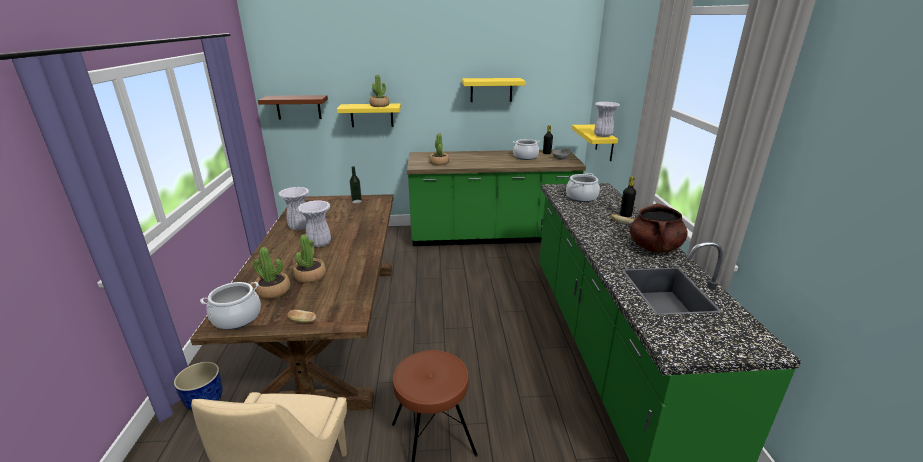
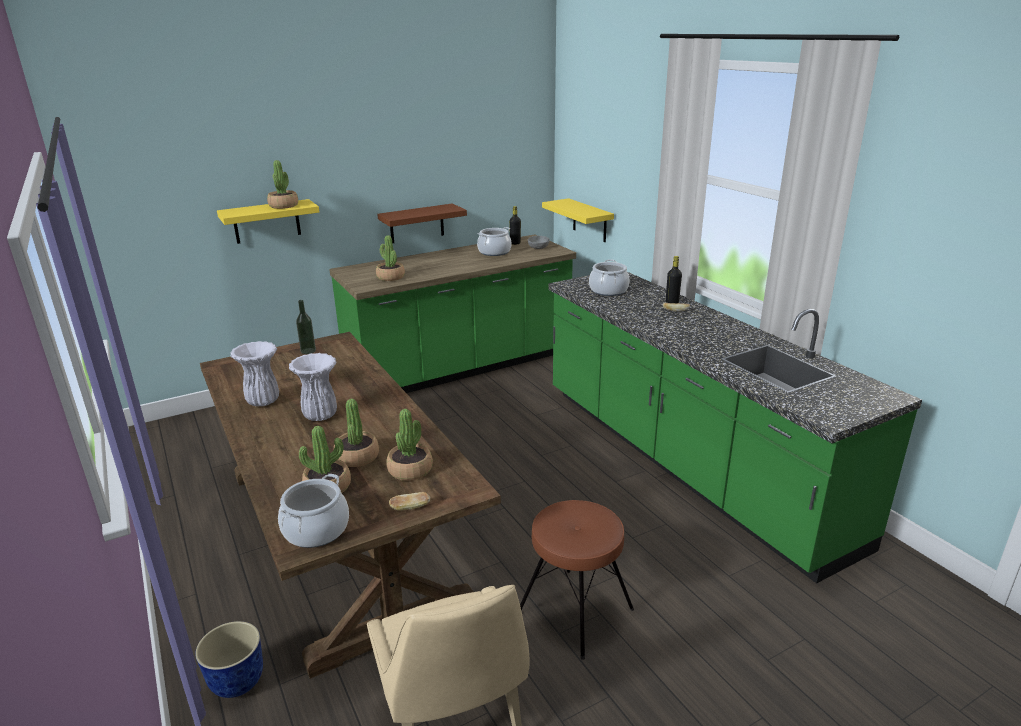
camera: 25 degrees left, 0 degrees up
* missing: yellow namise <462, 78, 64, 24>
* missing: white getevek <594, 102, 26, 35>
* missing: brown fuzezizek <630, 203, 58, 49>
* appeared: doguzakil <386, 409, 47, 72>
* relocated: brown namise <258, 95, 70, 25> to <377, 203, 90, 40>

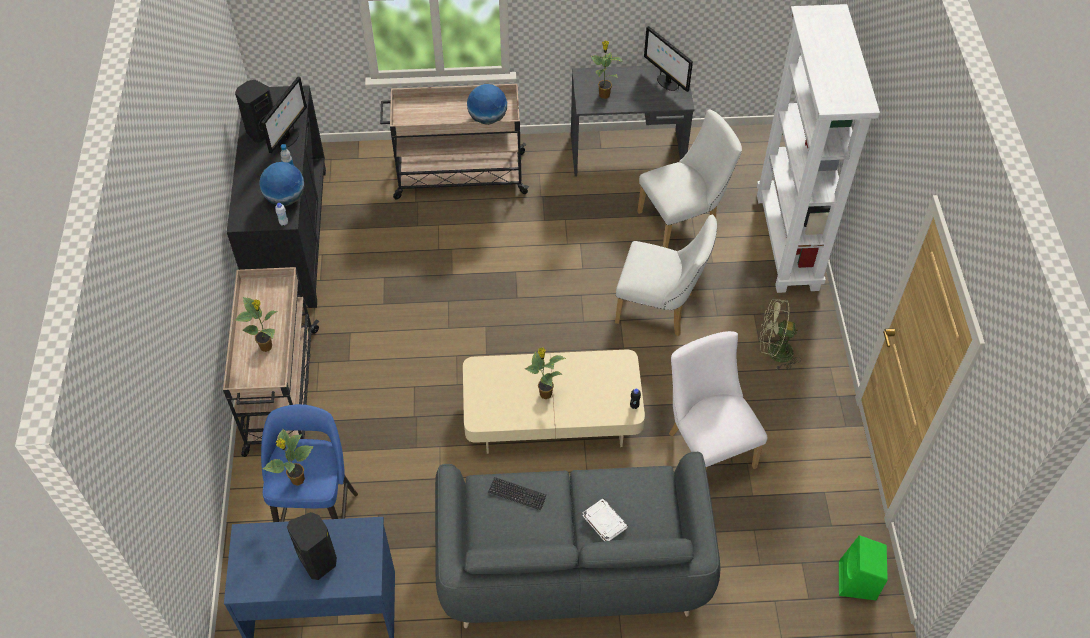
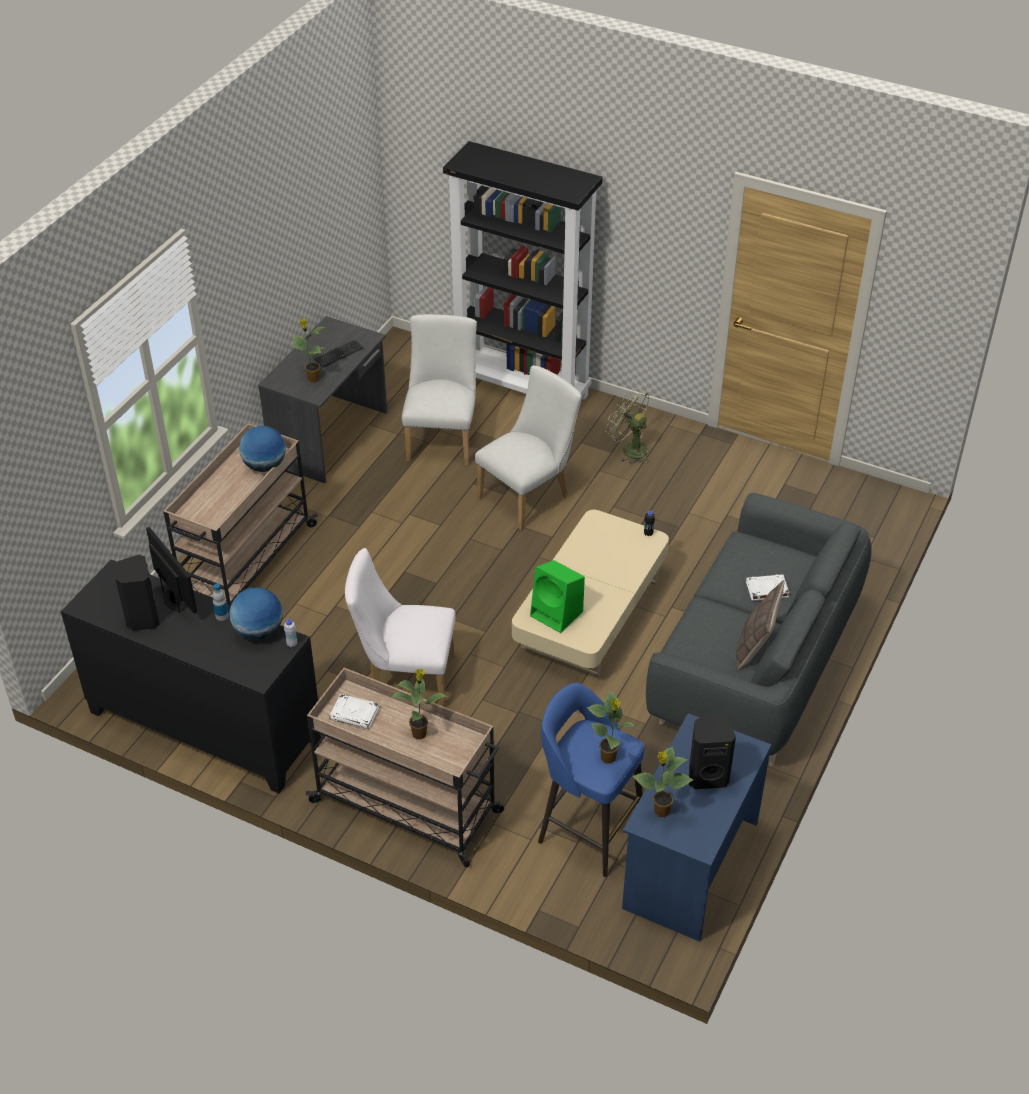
camera: 60 degrees left, 10 degrees down
* missing: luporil <644, 26, 49, 66>
* appeared: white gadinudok <329, 694, 50, 35>
* appeared: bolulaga <736, 580, 49, 91>
* relocated: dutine <488, 477, 59, 33> to <314, 340, 50, 28>
* relocated: doguzakil <525, 347, 41, 52> to <633, 747, 61, 70>
* relocated: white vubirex <669, 331, 99, 139> to <345, 548, 111, 159>
* relocated: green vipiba <839, 535, 49, 65> to <530, 560, 55, 73>
* colour: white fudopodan <757, 4, 123, 289> to black fudopodan <443, 141, 160, 259>
* spun: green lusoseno <759, 299, 42, 71> = <605, 388, 44, 77> 90 degrees clockwise

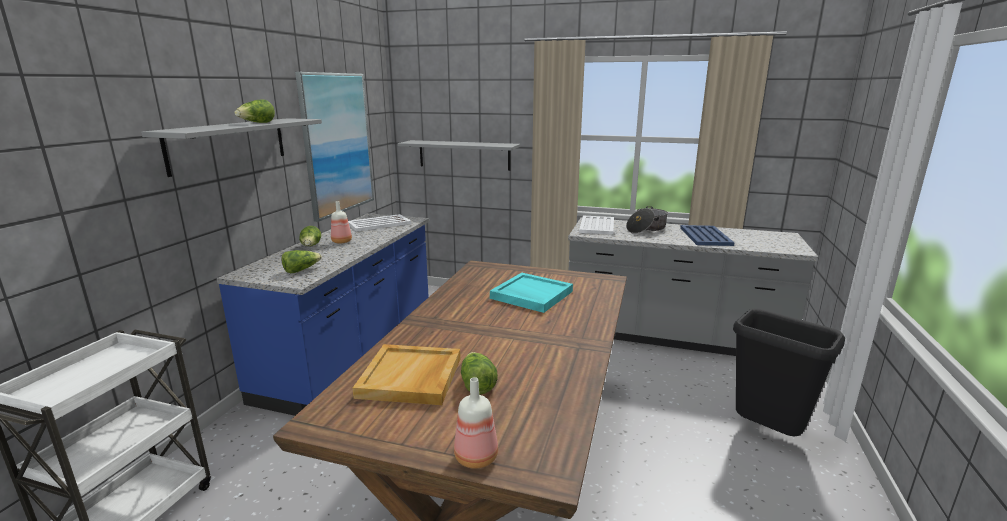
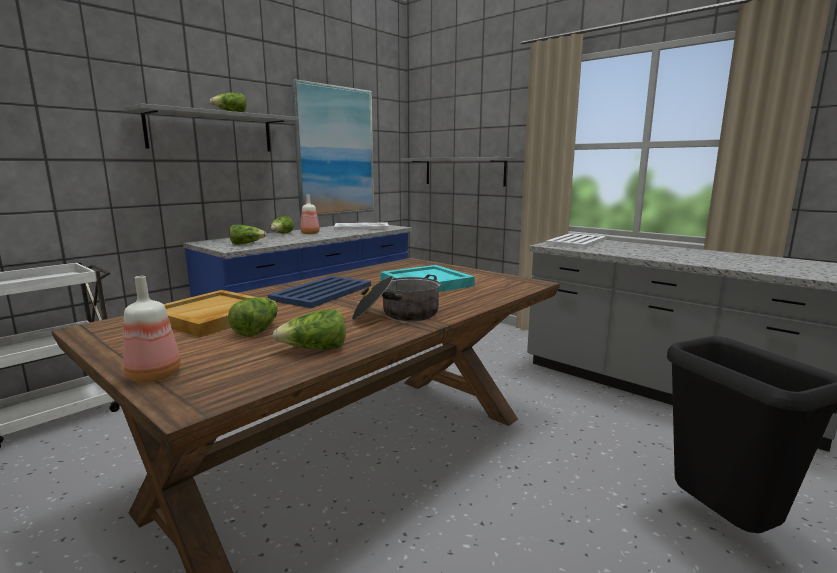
camera: 25 degrees right, 5 degrees down
* appeared: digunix <273, 309, 73, 40>
* relocated: fuzezizek <626, 206, 42, 27> to <352, 274, 89, 47>
* relocated: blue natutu <680, 225, 55, 21> to <268, 276, 103, 32>

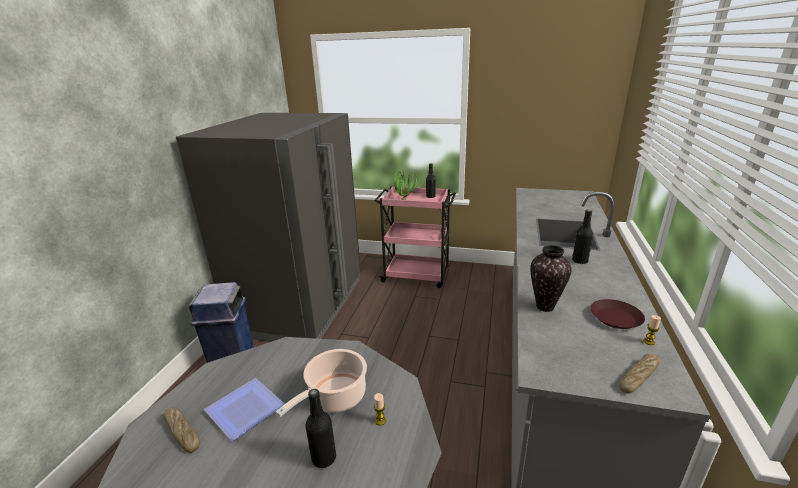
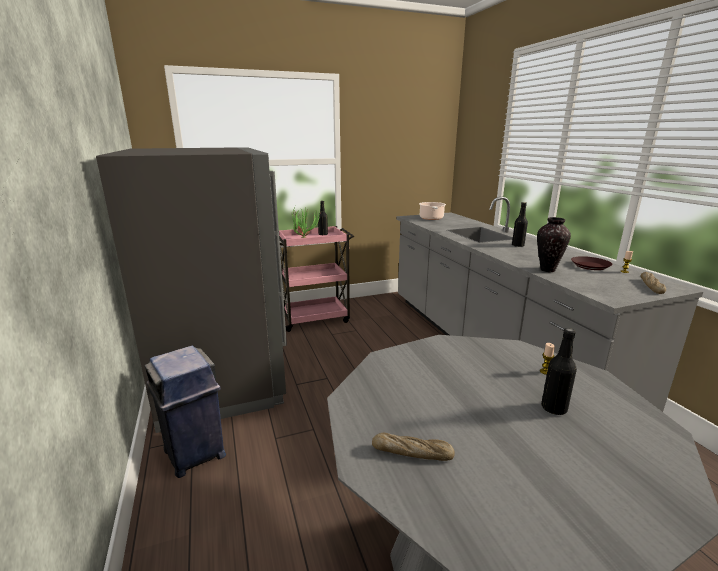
camera: 35 degrees left, 5 degrees down
* missing: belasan <204, 378, 81, 63>
* relocated: fuzezizek <276, 349, 91, 68> to <419, 202, 27, 18>

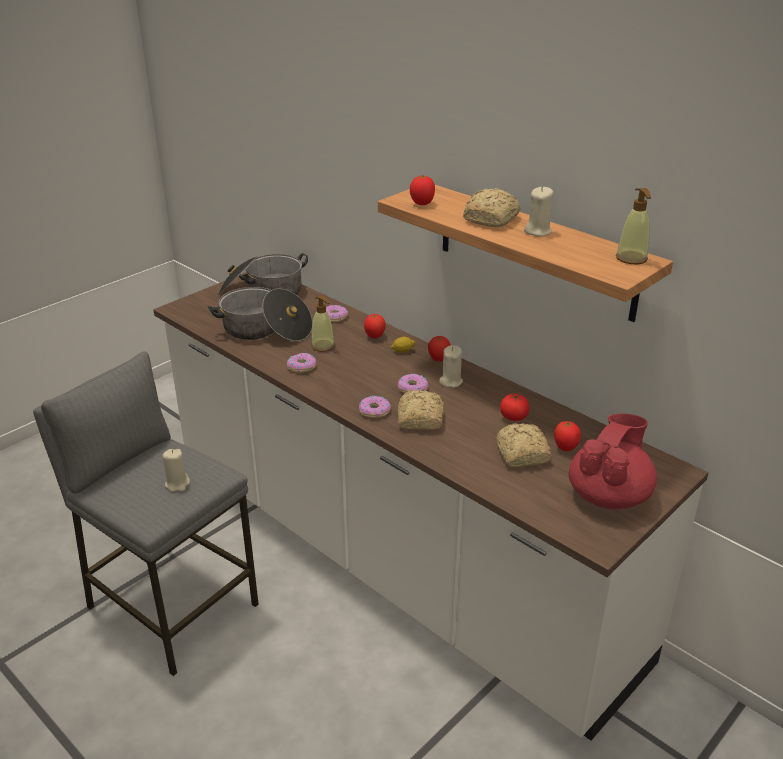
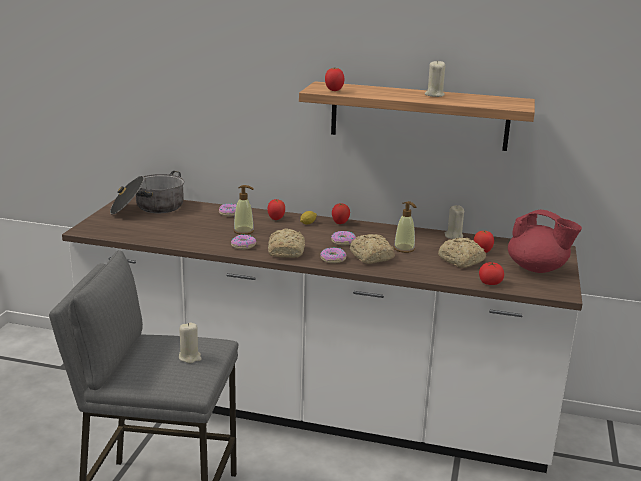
camera: 30 degrees left, 10 degrees down
* missing: fuzezizek <208, 287, 105, 54>
* relocated: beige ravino <439, 345, 24, 43> to <445, 205, 19, 34>
* relocated: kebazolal <463, 188, 57, 40> to <268, 228, 37, 30>
* relocated: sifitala <500, 394, 29, 27> to <479, 262, 25, 23>
* relocated: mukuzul <616, 188, 35, 76> to <394, 201, 22, 52>
* spun: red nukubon <569, 413, 88, 96> = <508, 210, 74, 63> 120 degrees clockwise

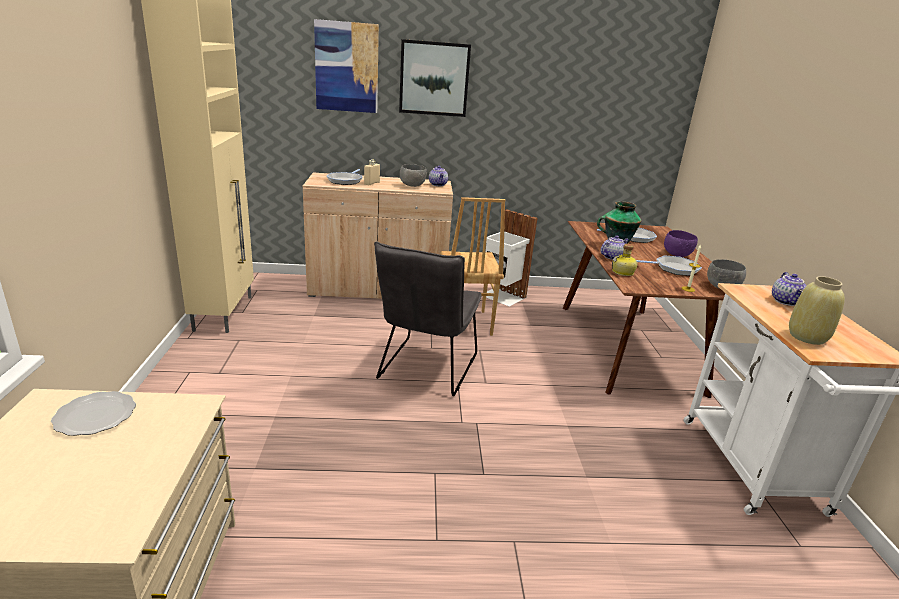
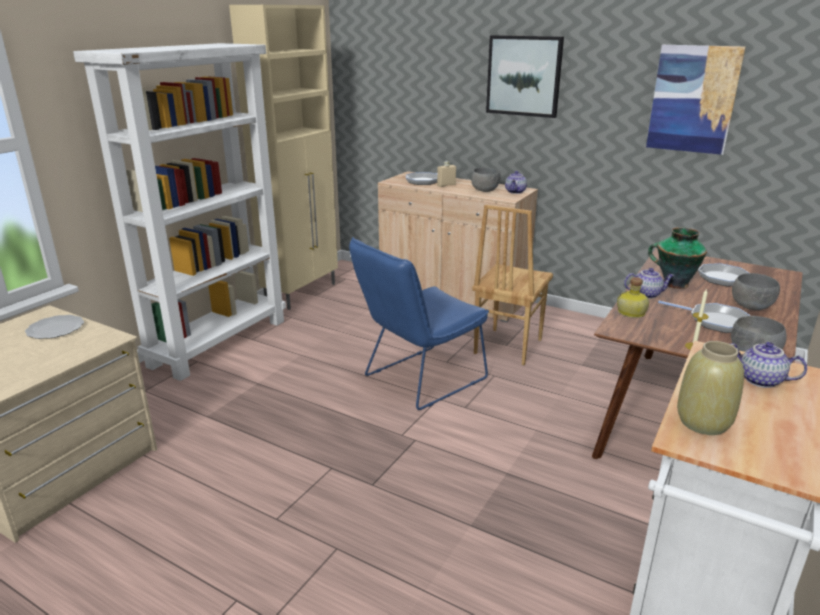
camera: 35 degrees right, 0 degrees up
* missing: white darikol <486, 209, 52, 98>
* appeared: white fudopodan <73, 43, 213, 338>
* relocated: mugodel <314, 19, 65, 94> to <646, 45, 100, 110>
* colour: grey vubirex <374, 241, 108, 155> to blue vubirex <349, 238, 140, 172>
* colour: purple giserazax <664, 230, 34, 27> to grey giserazax <732, 273, 48, 37>
* spun: nukubon <772, 272, 34, 34> = <731, 342, 76, 46> 75 degrees clockwise

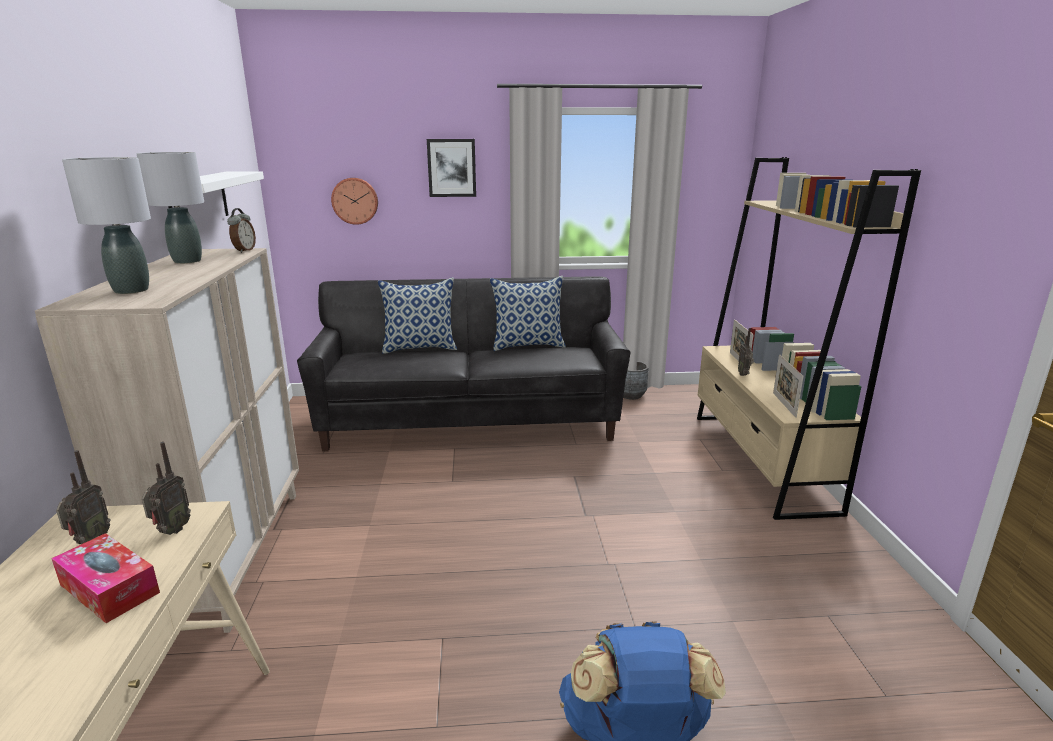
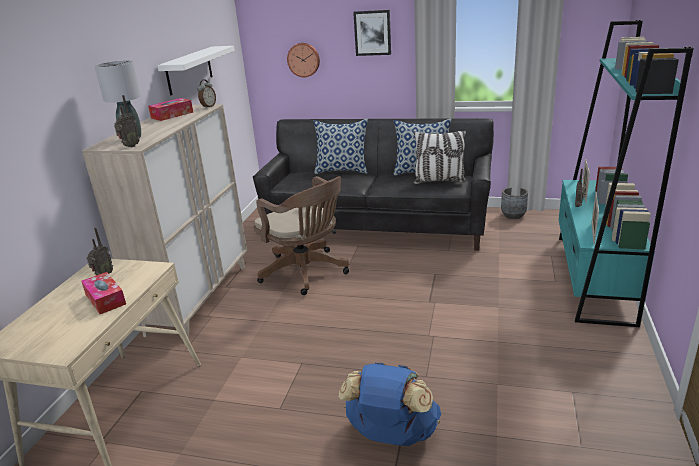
camera: 20 degrees right, 5 degrees up
* appeared: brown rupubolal <253, 176, 96, 119>
* appeared: bolulaga <413, 130, 53, 54>
* relocated: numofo <142, 442, 49, 93> to <114, 95, 26, 52>
* exchanged: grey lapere <136, 152, 68, 112> to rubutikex <148, 98, 45, 23>
* colour: beige fudopodan <697, 157, 224, 363> to turquoise fudopodan <559, 20, 135, 307>

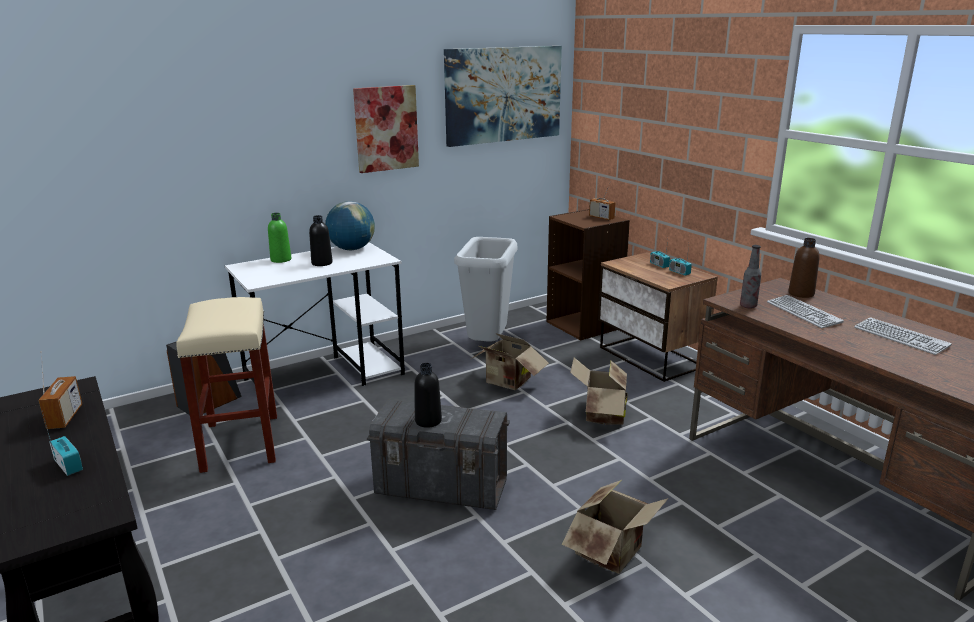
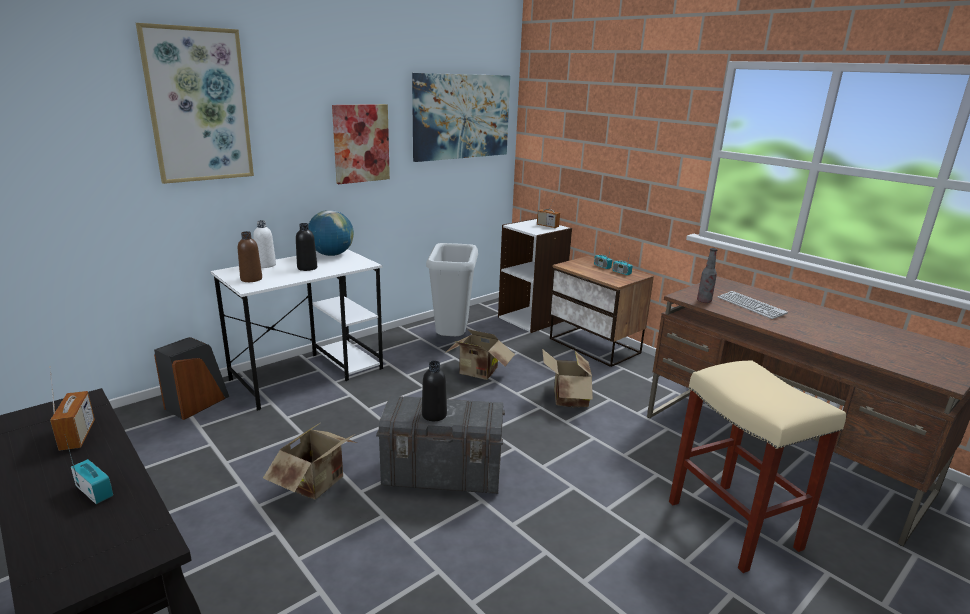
camera: 10 degrees left, 0 degrees up
* missing: dutine <854, 317, 98, 38>
* appeared: mugodel <136, 23, 118, 161>
* relocated: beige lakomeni <177, 297, 100, 176> to <669, 361, 177, 212>
* relocated: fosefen <562, 480, 107, 94> to <263, 421, 94, 79>
* relocated: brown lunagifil <788, 238, 32, 60> to <238, 231, 24, 51>
* colour: green lunagifil <268, 213, 24, 50> to white lunagifil <253, 220, 23, 48>
* colour: brown fudopodan <546, 209, 84, 132> to white fudopodan <498, 219, 74, 114>

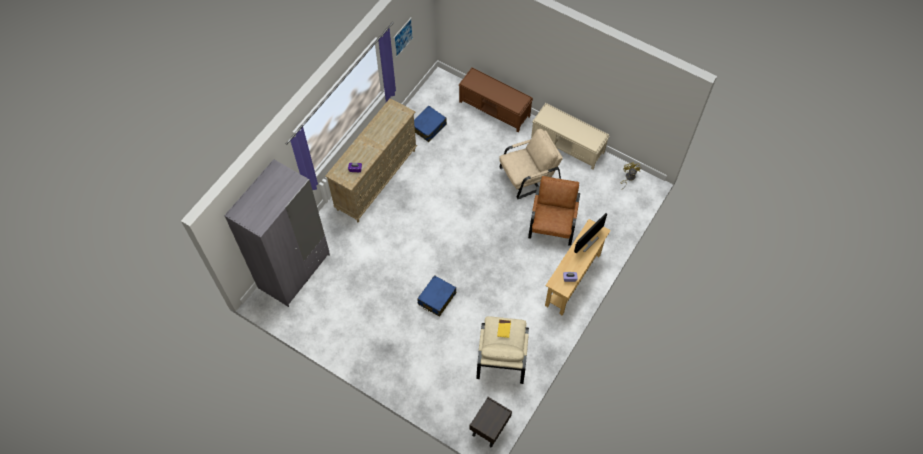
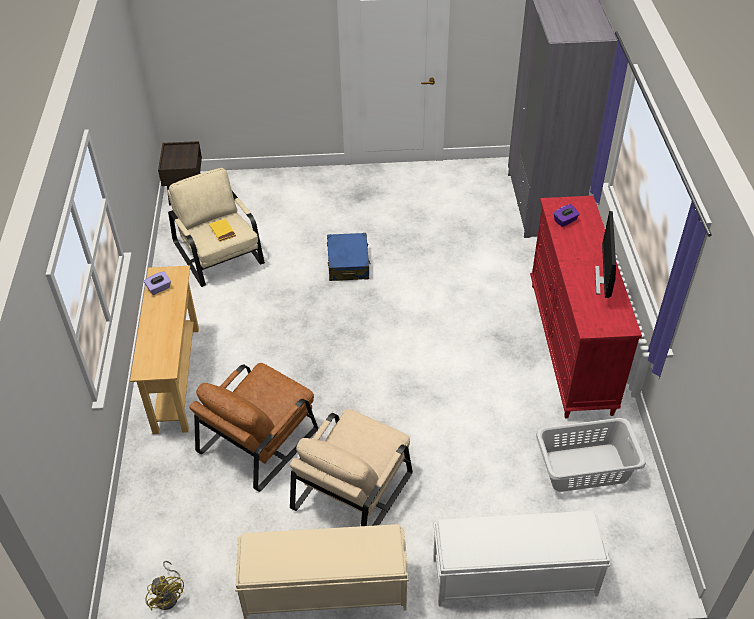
camera: 145 degrees right, 15 degrees down
* missing: mugodel <393, 17, 20, 41>
* relocated: luporil <574, 213, 33, 40> to <595, 211, 21, 87>
* exchanged: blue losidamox <414, 106, 33, 36> to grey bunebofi <536, 418, 110, 74>
* colour: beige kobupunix <325, 98, 92, 124> to red kobupunix <530, 196, 112, 223>
* colour: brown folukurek <458, 67, 75, 65> to white folukurek <433, 511, 178, 95>
* spun: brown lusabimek <528, 176, 52, 70> = <190, 363, 128, 129> 60 degrees clockwise

